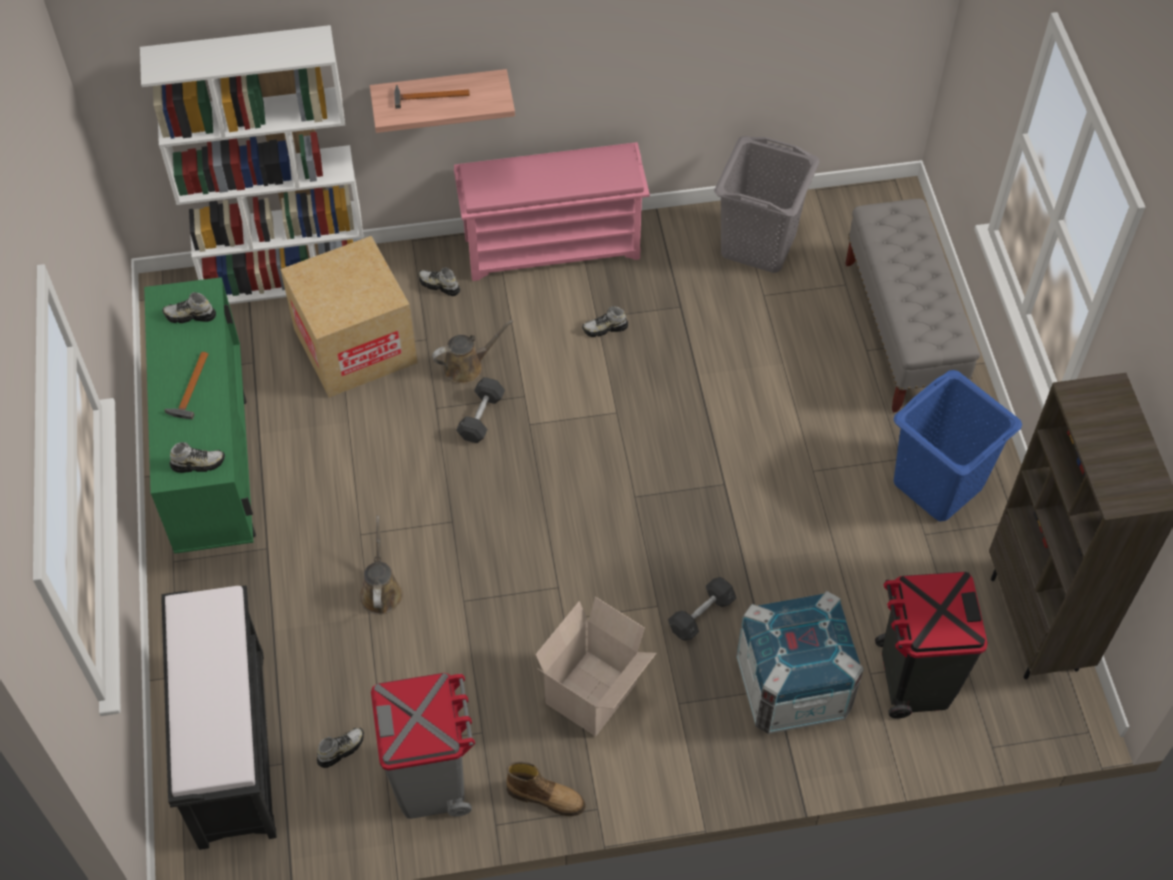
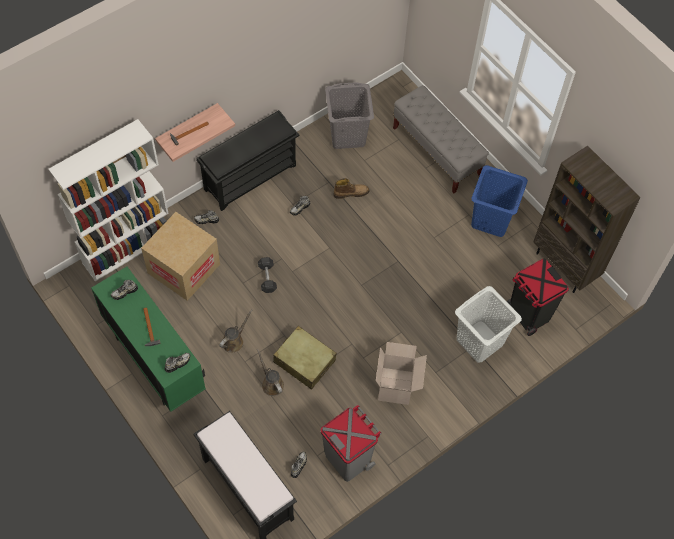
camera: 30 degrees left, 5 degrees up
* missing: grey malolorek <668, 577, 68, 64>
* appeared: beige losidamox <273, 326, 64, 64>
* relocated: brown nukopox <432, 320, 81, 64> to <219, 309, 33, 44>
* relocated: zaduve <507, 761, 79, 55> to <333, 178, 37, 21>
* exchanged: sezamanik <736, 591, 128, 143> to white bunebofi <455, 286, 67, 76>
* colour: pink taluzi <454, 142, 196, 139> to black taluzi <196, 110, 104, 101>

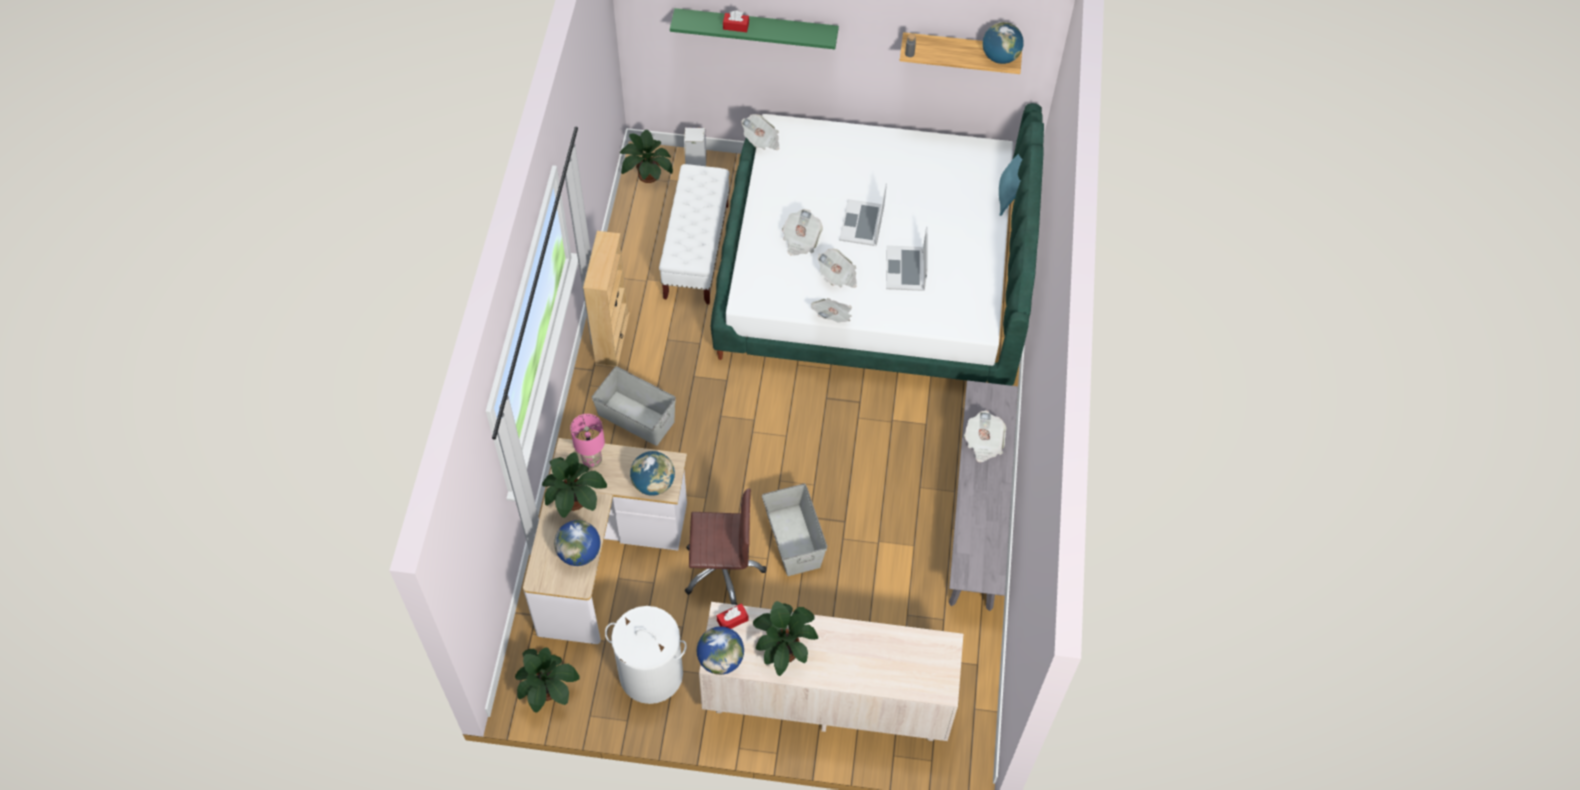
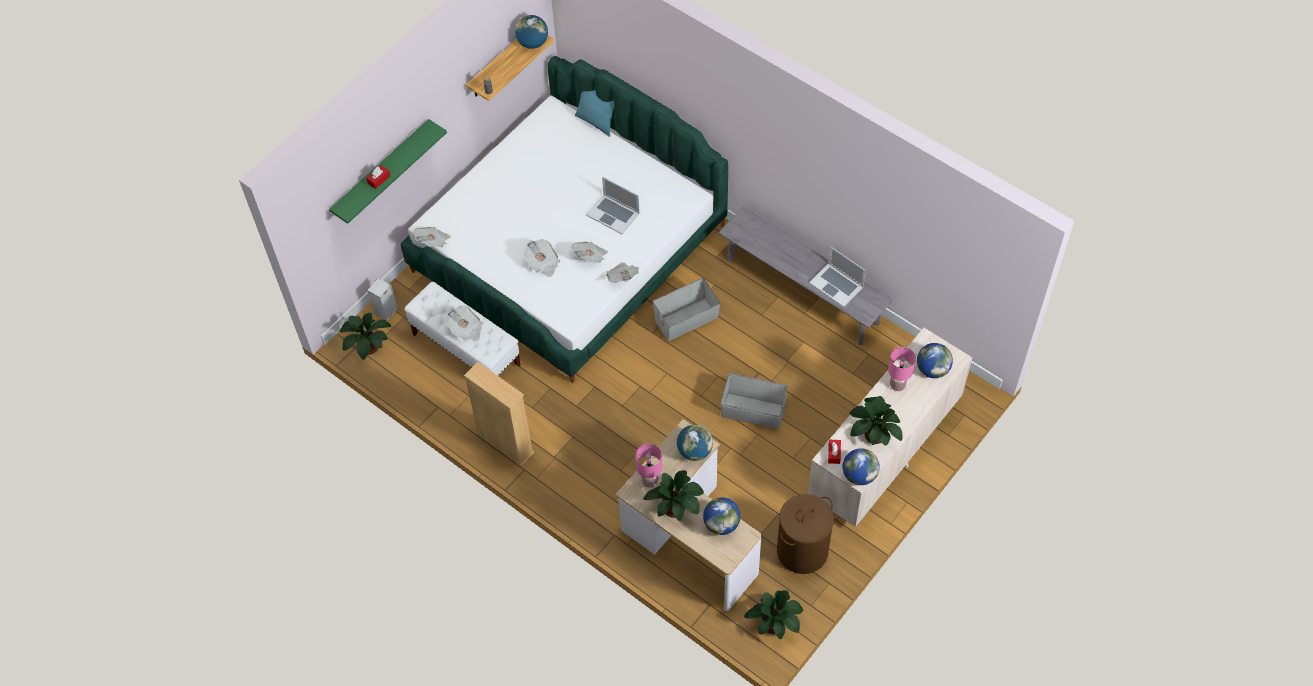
camera: 55 degrees left, 0 degrees up
* missing: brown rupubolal <685, 488, 81, 117>
* appeared: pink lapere <888, 347, 28, 44>
* appeared: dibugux <917, 343, 36, 35>
* relocated: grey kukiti <592, 366, 84, 80> to <653, 278, 68, 63>
* relocated: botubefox <839, 183, 48, 63> to <809, 247, 57, 60>
* relocated: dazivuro <964, 411, 42, 51> to <447, 306, 36, 35>
* colour: white bunebofi <605, 606, 82, 98> to brown bunebofi <777, 494, 57, 80>

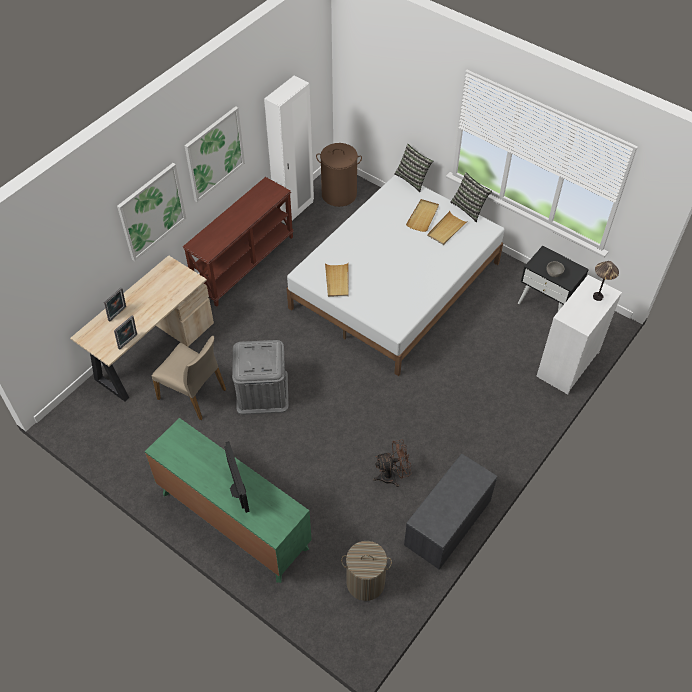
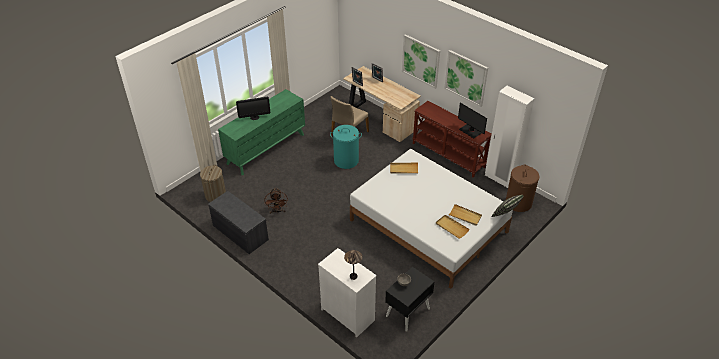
camera: 95 degrees right, 10 degrees down
* missing: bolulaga <450, 172, 42, 50>
* appeared: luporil <458, 103, 29, 35>
* exchanged: grey kukiti <232, 340, 57, 75> to turquoise bunebofi <330, 125, 32, 44>

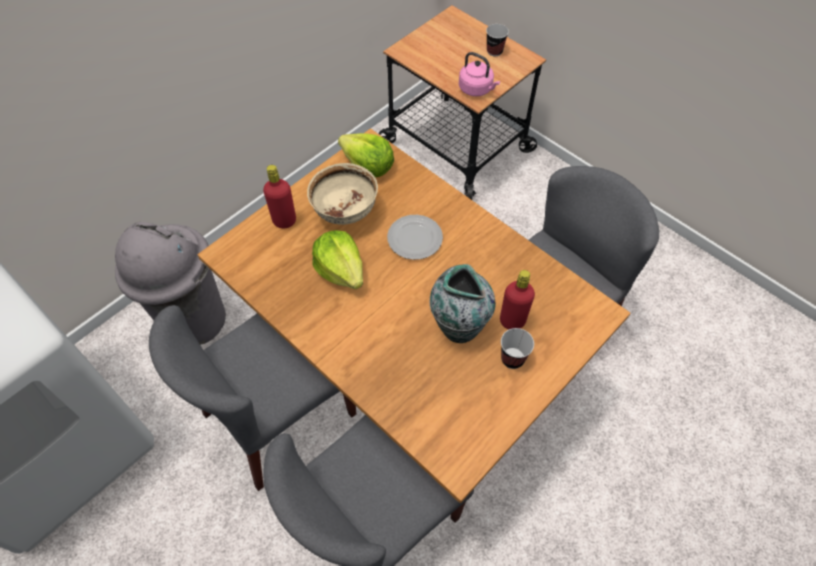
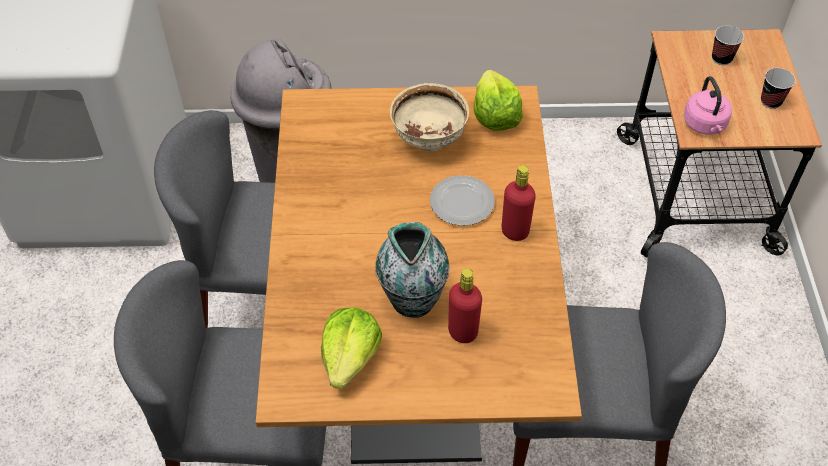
camera: 45 degrees right, 5 degrees down
* relocated: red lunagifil <263, 165, 33, 63> to <501, 165, 35, 76>
* relocated: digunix <312, 230, 51, 59> to <321, 307, 61, 82>
* relocated: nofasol <501, 328, 33, 41> to <712, 25, 32, 40>

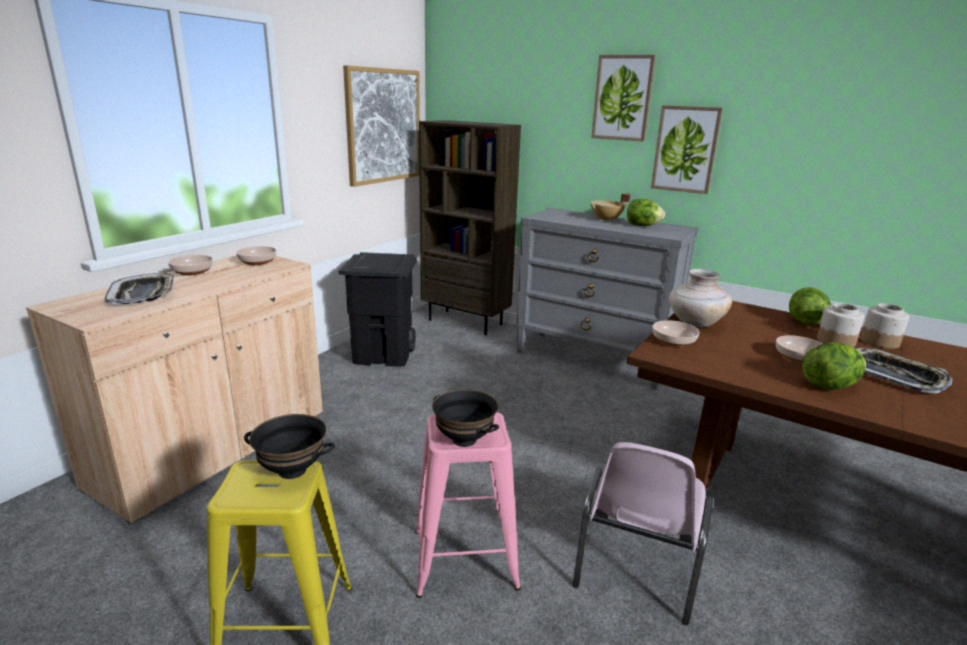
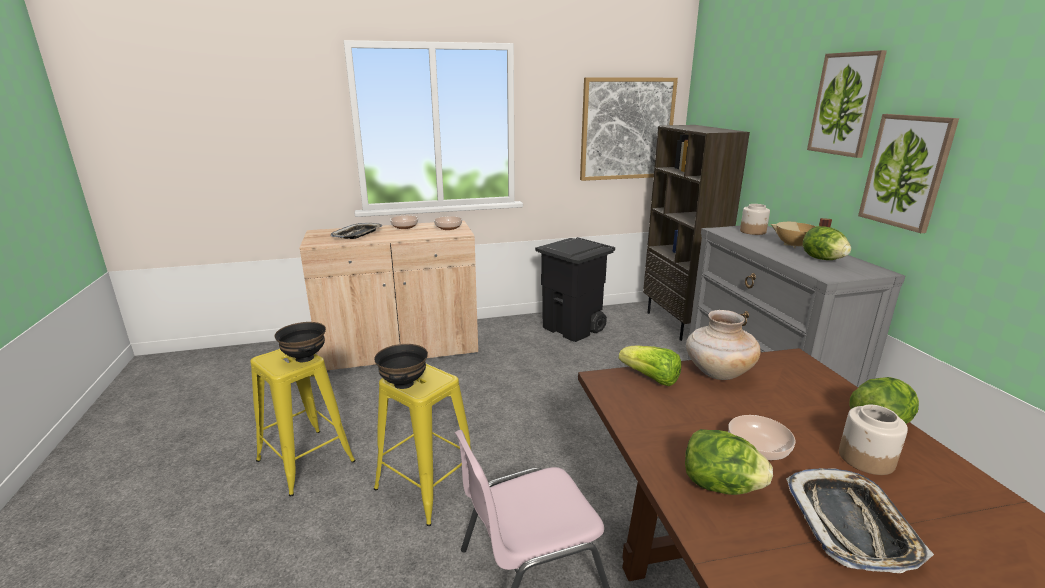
camera: 45 degrees right, 0 degrees up
* relocated: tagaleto <860, 303, 50, 46> to <740, 204, 30, 31>
* exchanged: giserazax <652, 320, 48, 27> to digunix <619, 345, 62, 41>
* colour: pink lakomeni <415, 412, 106, 186> to yellow lakomeni <374, 364, 98, 162>

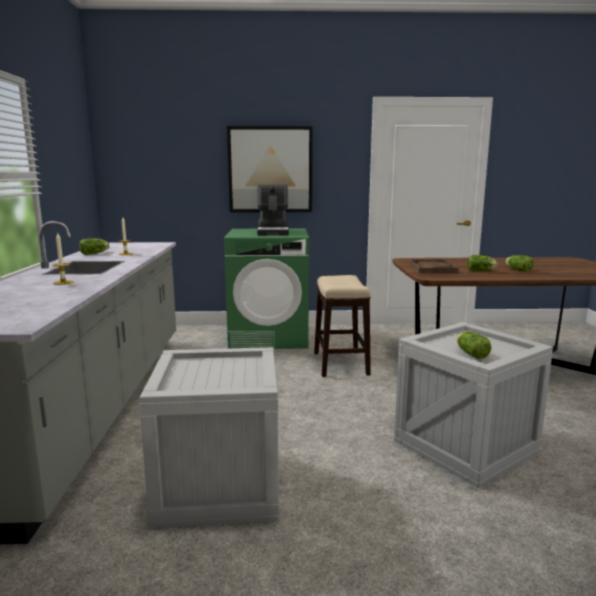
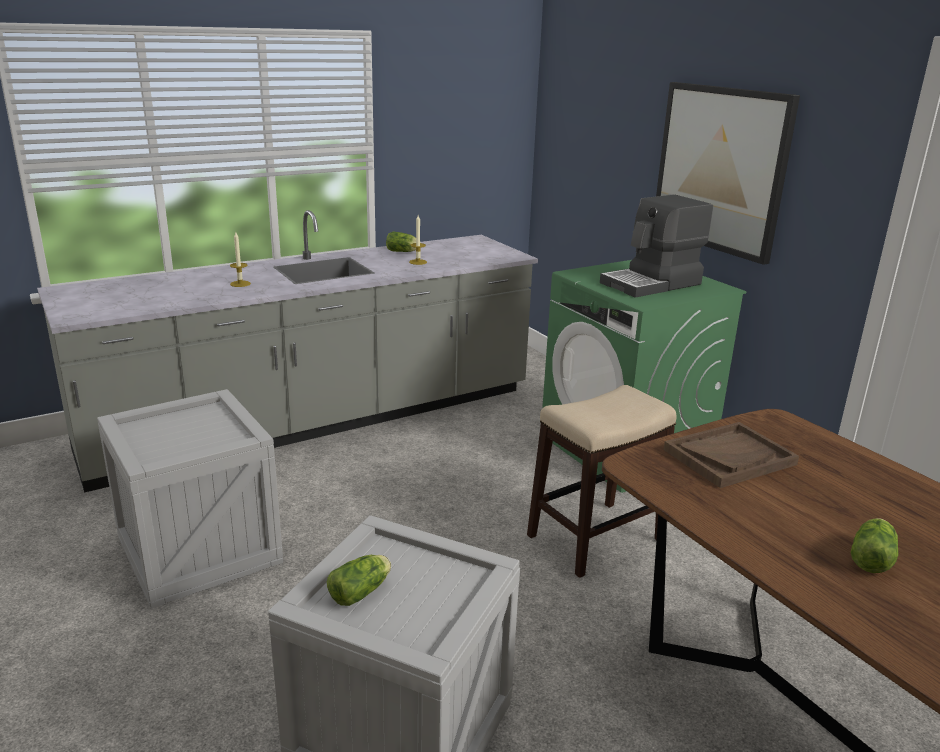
camera: 60 degrees right, 10 degrees up
* missing: digunix <468, 255, 30, 16>

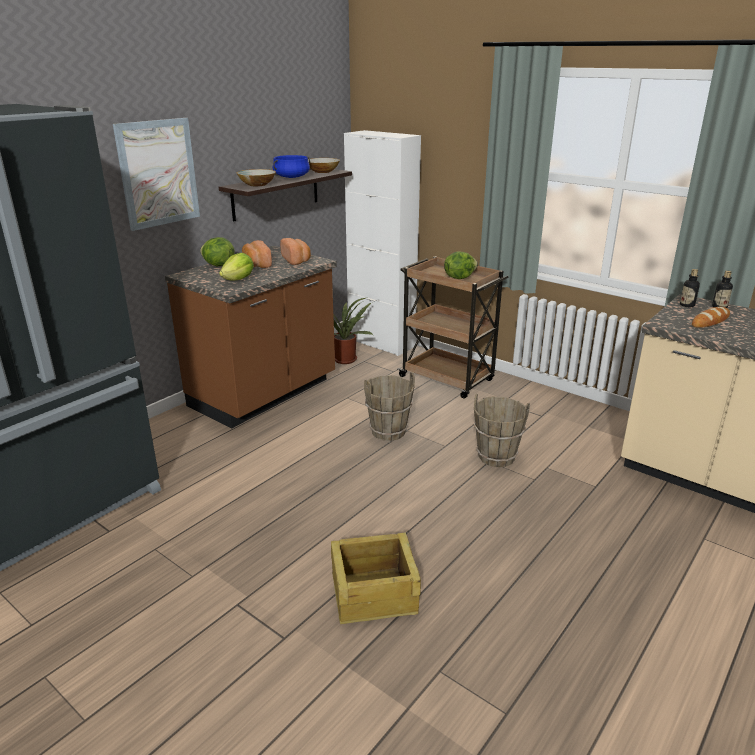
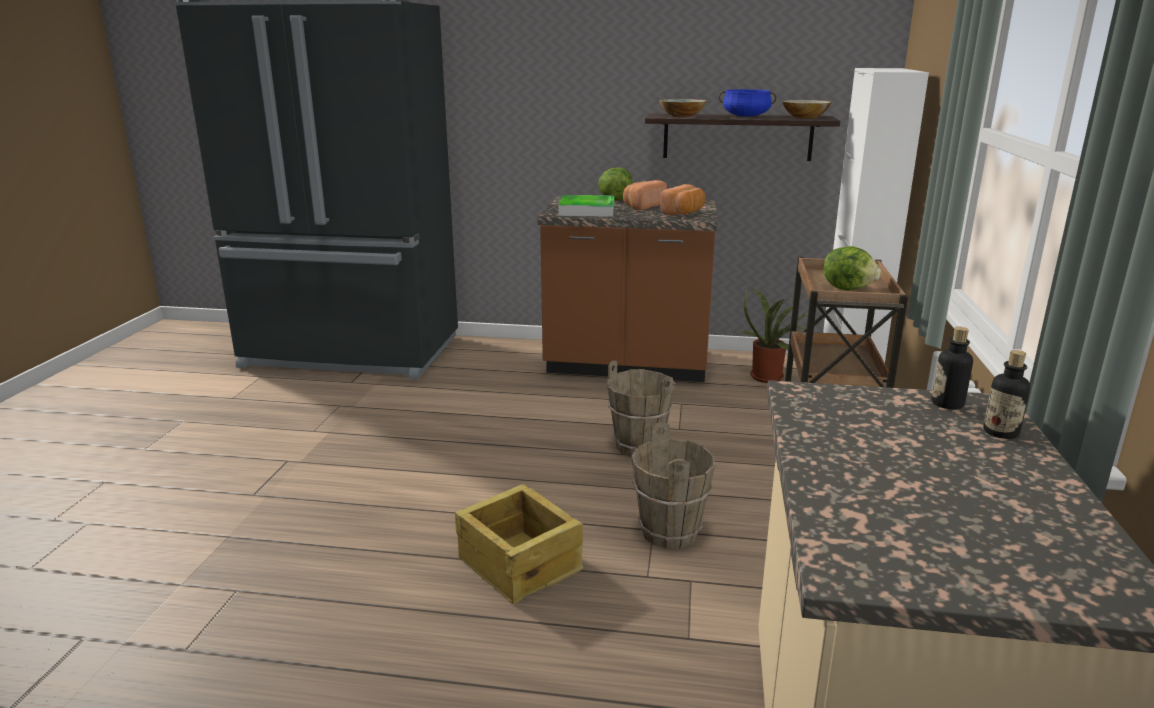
camera: 60 degrees right, 5 degrees down
* missing: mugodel <113, 118, 87, 113>
* missing: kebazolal <692, 307, 38, 21>
* relocated: sezamanik <331, 532, 90, 92> to <455, 484, 129, 120>
* exchanged: digunix <219, 253, 35, 27> to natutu <558, 195, 56, 22>

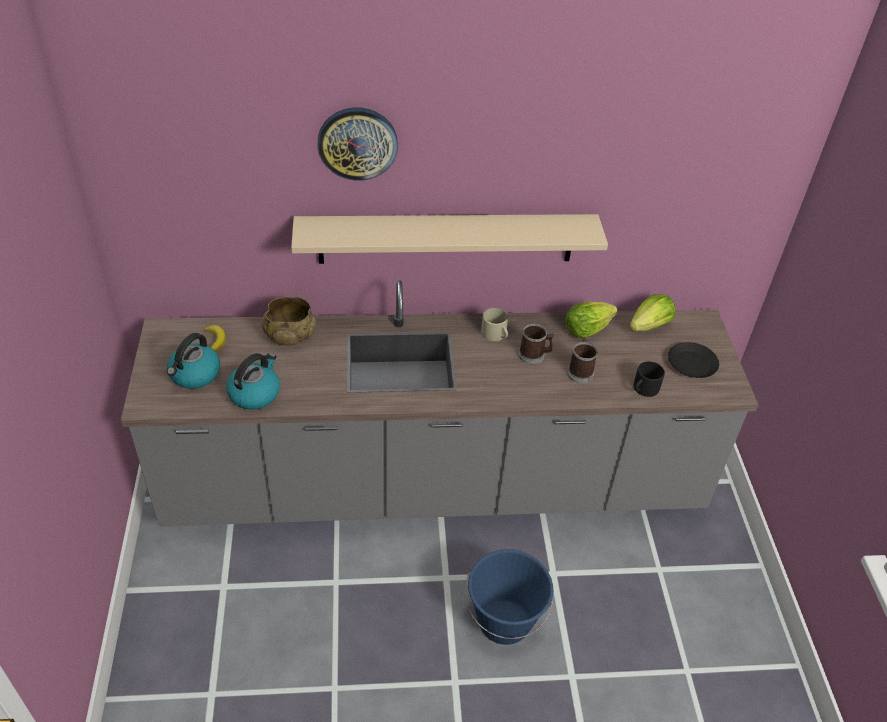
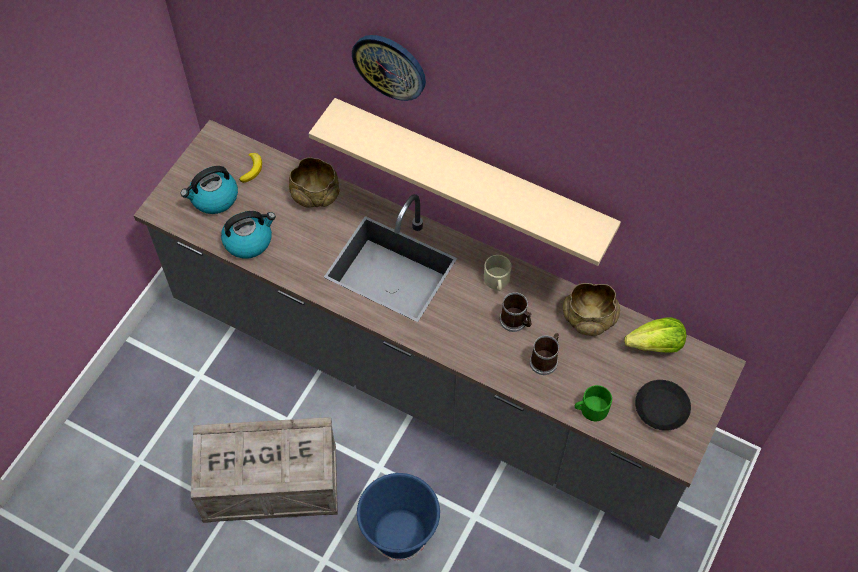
camera: 35 degrees right, 15 degrees up
* appeared: sezamanik <191, 417, 147, 106>
* exchanged: digunix <566, 302, 51, 36> to beige giserazax <563, 283, 57, 53>
* colour: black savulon <634, 361, 31, 36> to green savulon <575, 385, 37, 36>

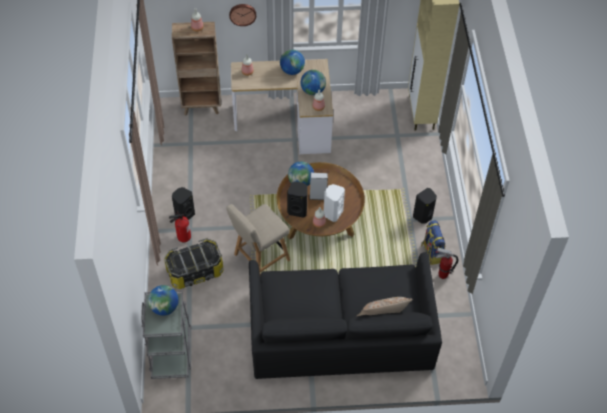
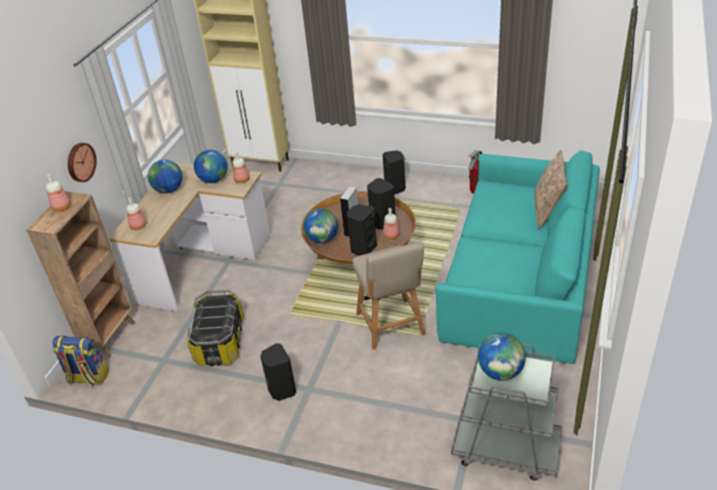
camera: 65 degrees left, 15 degrees down
* missing: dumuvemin <169, 210, 22, 32>
* relocated: kukiti <164, 238, 60, 51> to <187, 290, 57, 76>
* relocated: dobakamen <421, 220, 24, 45> to <52, 336, 57, 51>
* colour: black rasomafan <249, 252, 193, 127> to turquoise rasomafan <436, 151, 164, 213>
* colour: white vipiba <324, 184, 21, 38> to black vipiba <367, 178, 28, 52>

